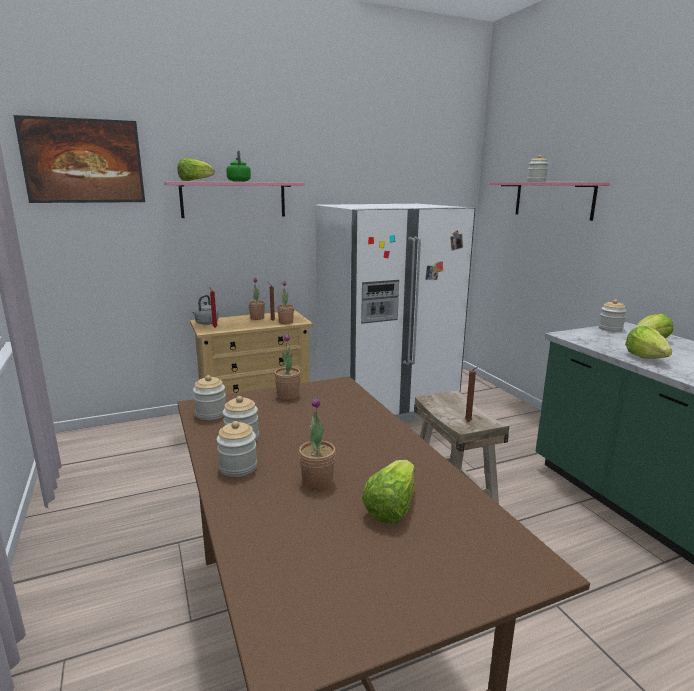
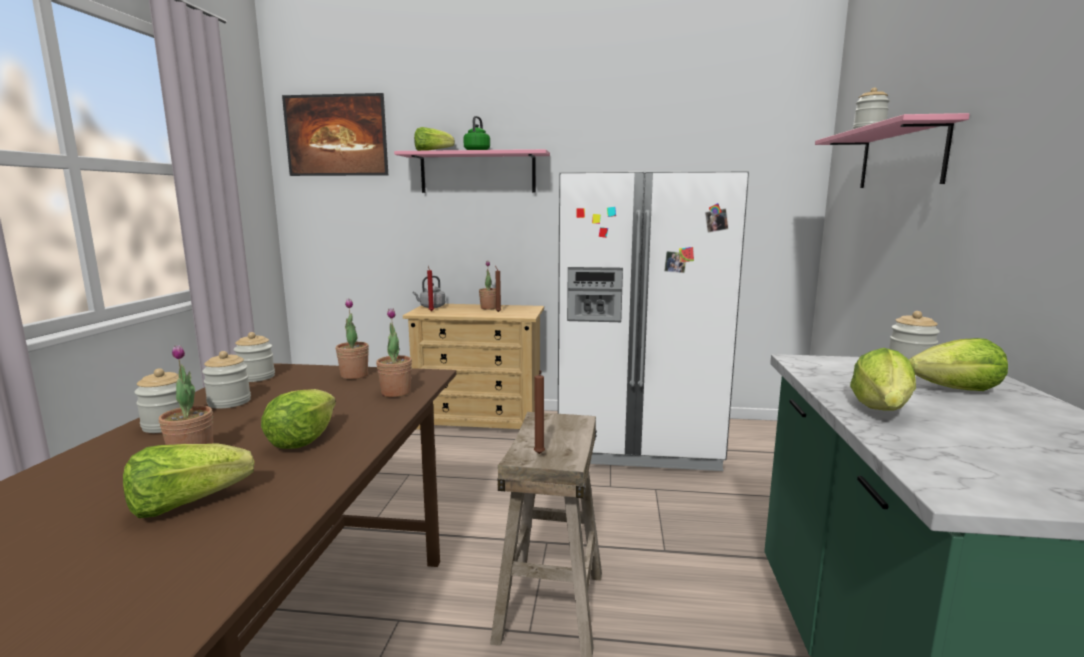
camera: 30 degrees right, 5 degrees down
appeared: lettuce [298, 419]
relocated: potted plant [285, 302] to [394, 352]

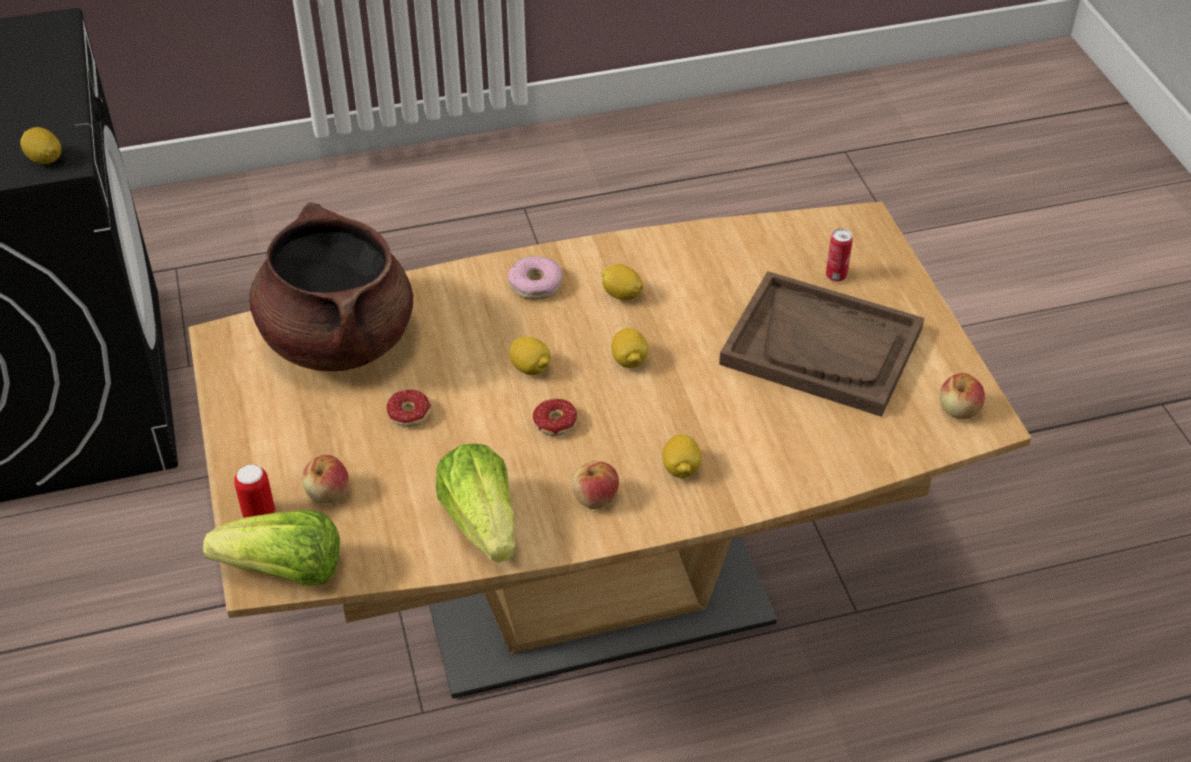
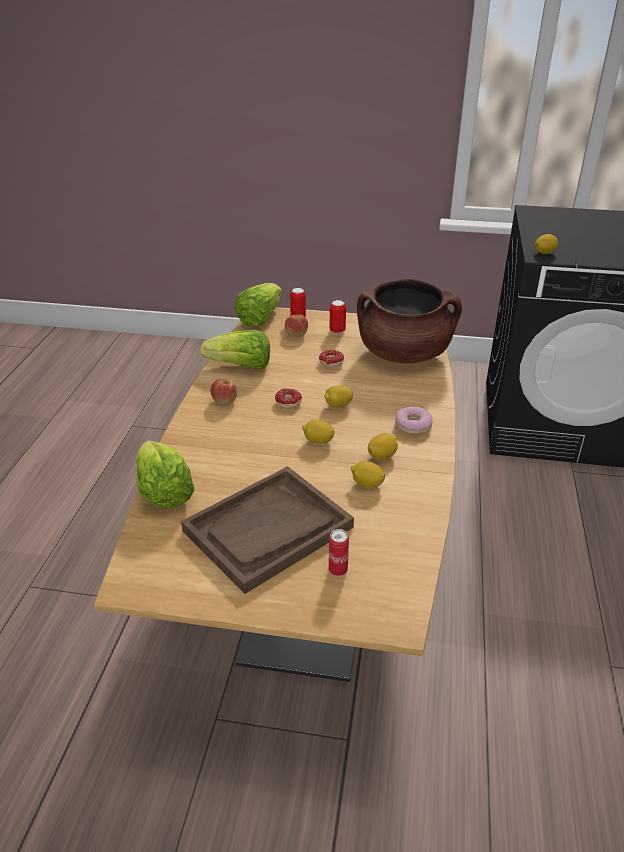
camera: 115 degrees right, 10 degrees down
missing: apple [962, 396]
appeared: lettuce [165, 474]; can [338, 317]
relocated: lemon [681, 456] to [368, 474]

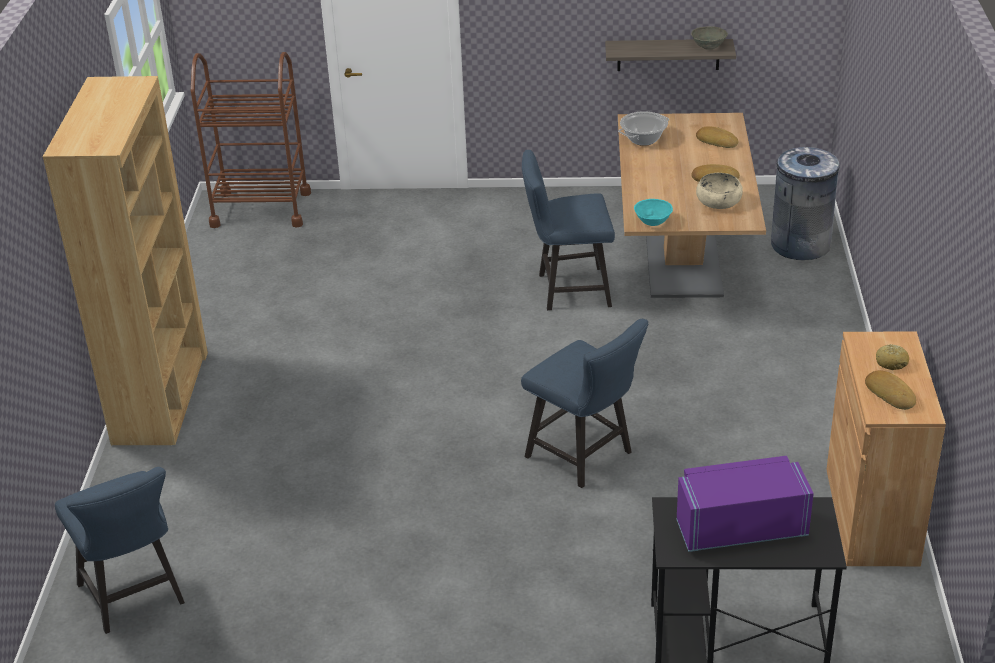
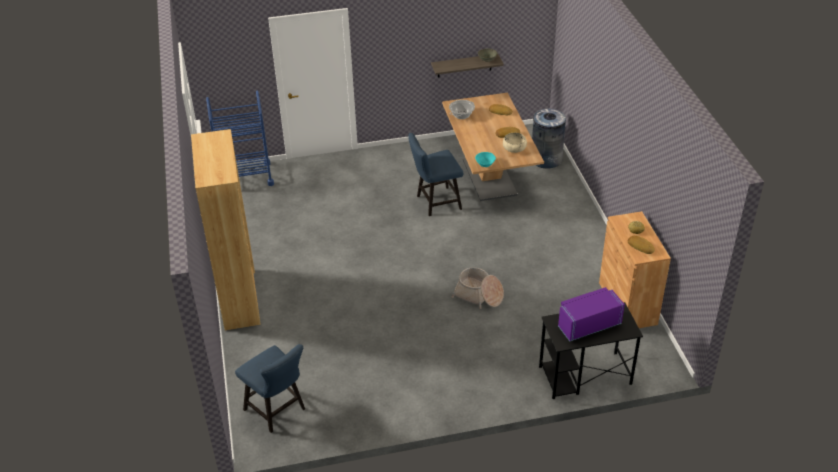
camera: 15 degrees left, 5 degrees up
exchanged: blue chair [584, 403] to basket [478, 288]
colour: brown cart [251, 140] to blue cart [240, 138]

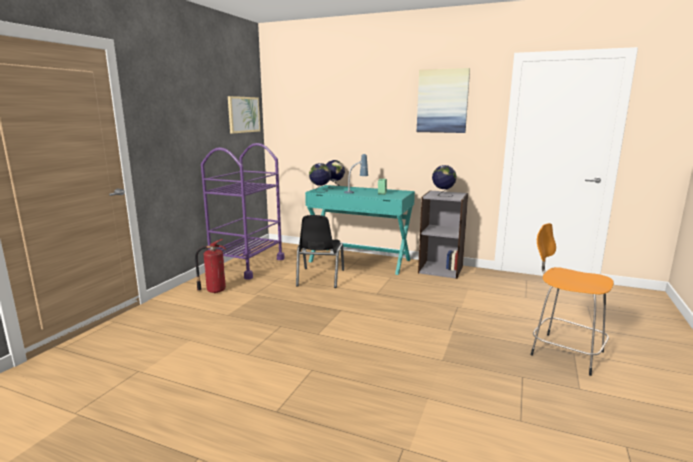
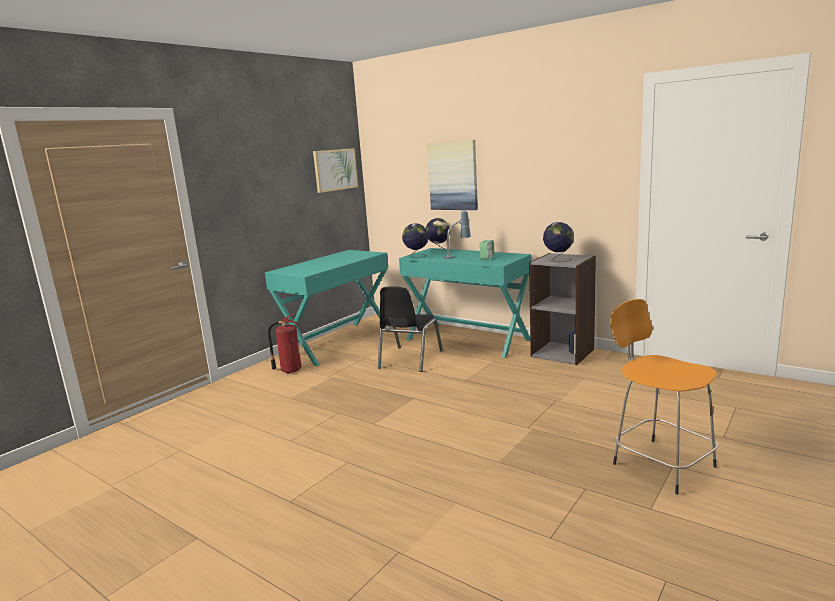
camera: 15 degrees right, 0 degrees up
relocated: picture [443, 100] to [452, 175]
exchanged: purple cart [243, 211] to turquoise desk [328, 308]

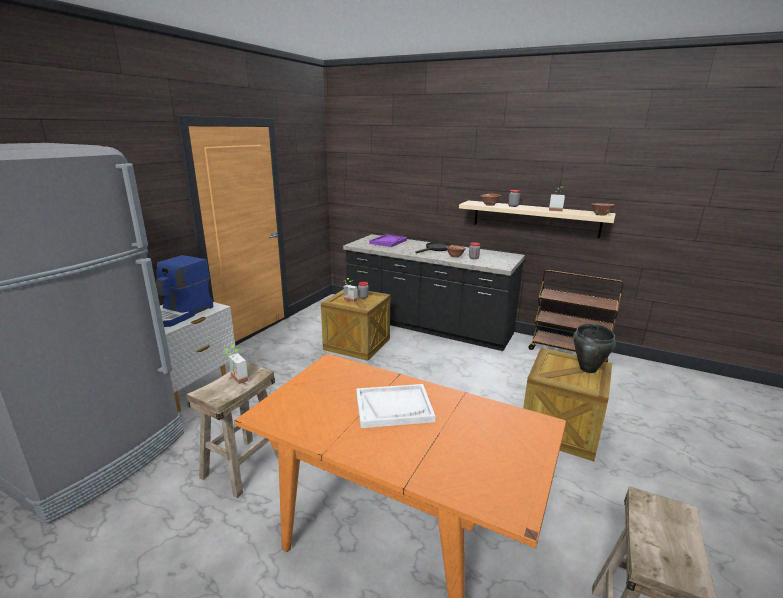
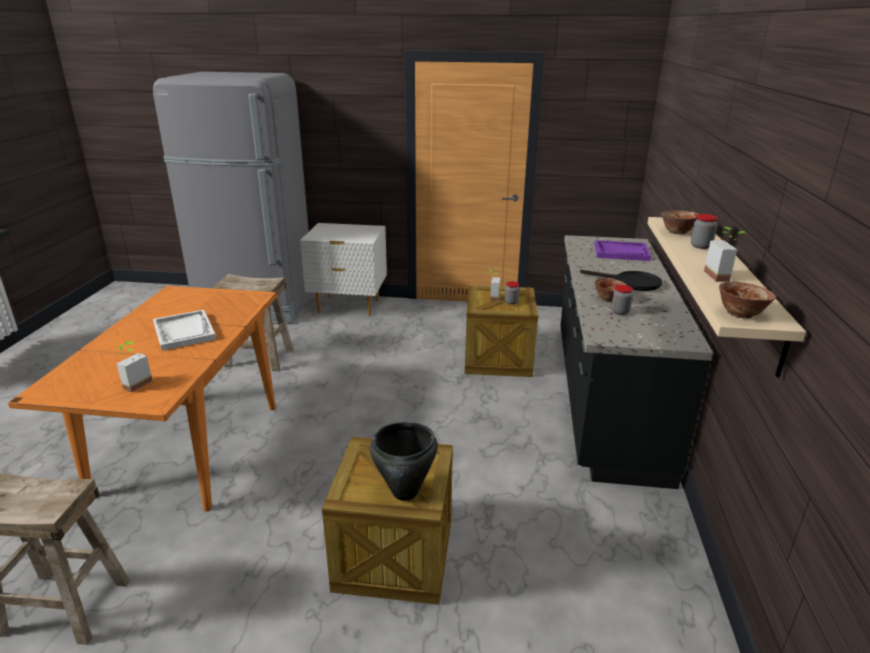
camera: 70 degrees right, 5 degrees up
missing: coffee machine [185, 291]; brown cart [575, 316]
relocated: potted plant [236, 364] to [134, 366]

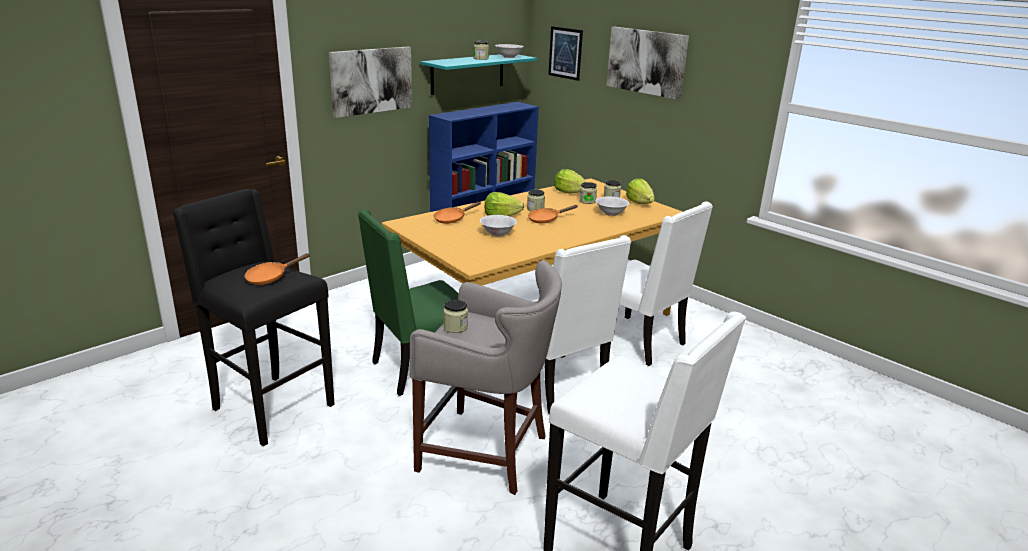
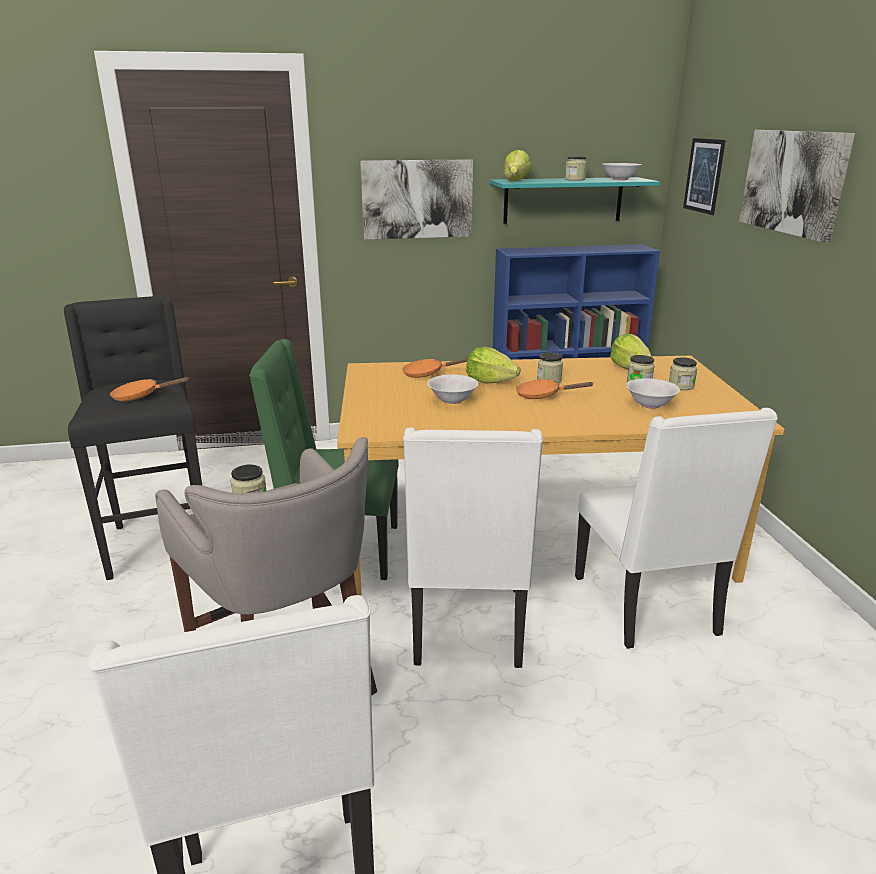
camera: 35 degrees right, 0 degrees up
relocated: lettuce [640, 191] to [517, 165]

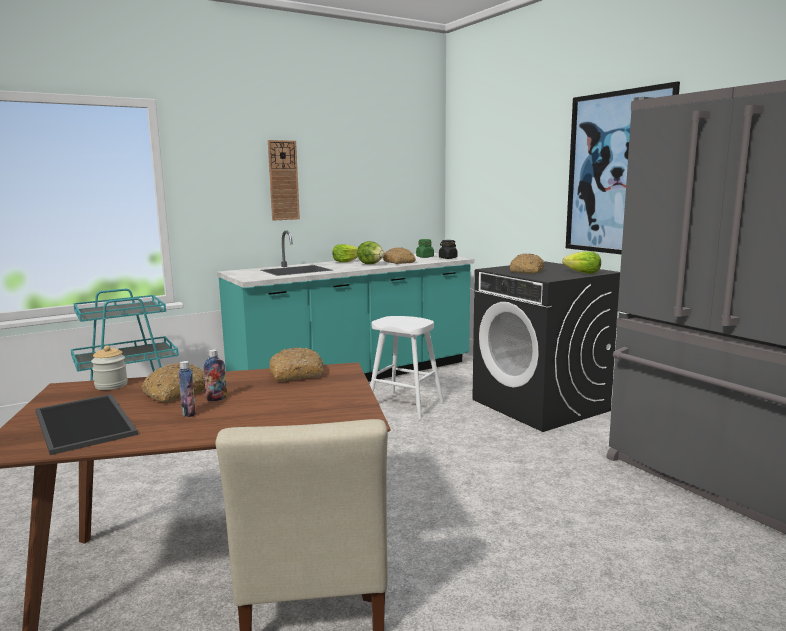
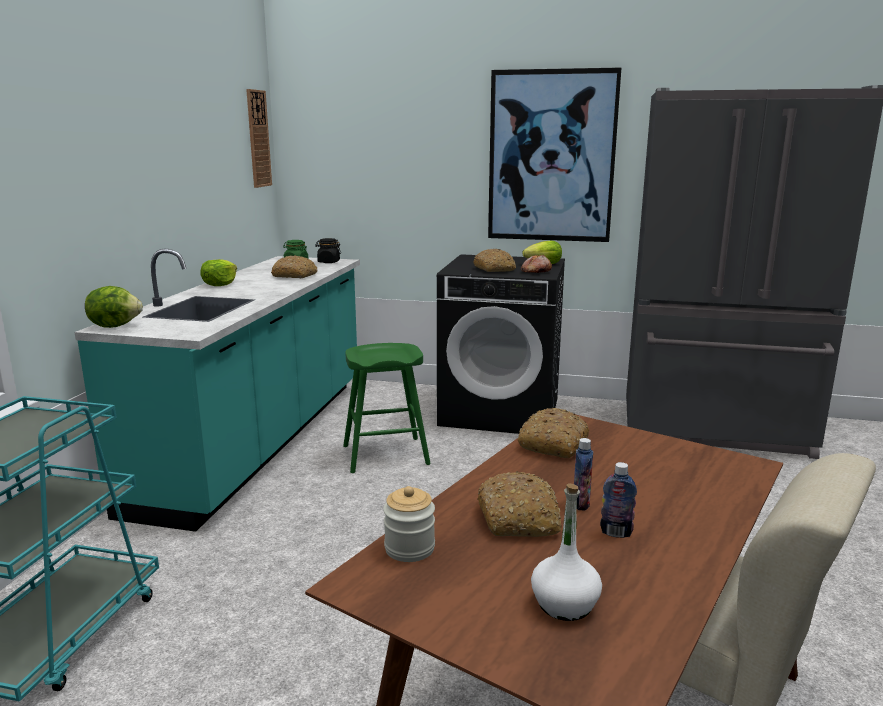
camera: 45 degrees left, 5 degrees up
appeared: bread [536, 264]
relocated: lettuce [370, 252] to [114, 307]; wall clock [284, 180] to [259, 138]
exchanged: tray [86, 424] to white bottle [566, 552]
colour: white stool [407, 367] to green stool [387, 408]

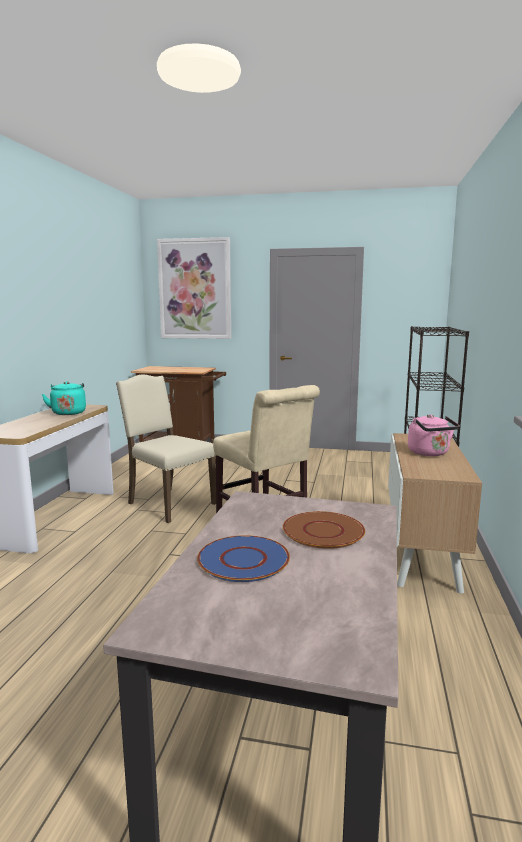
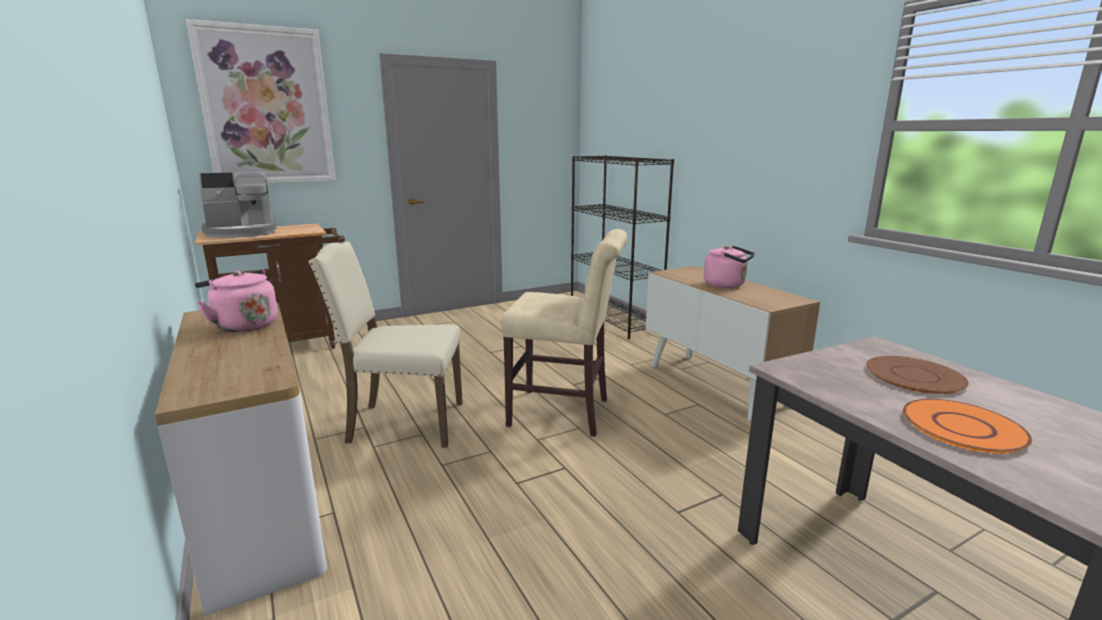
camera: 40 degrees left, 5 degrees up
appeared: coffee machine [237, 205]
colour: turquoise kettle [64, 398] to pink kettle [236, 300]; blue plate [243, 558] to orange plate [967, 426]

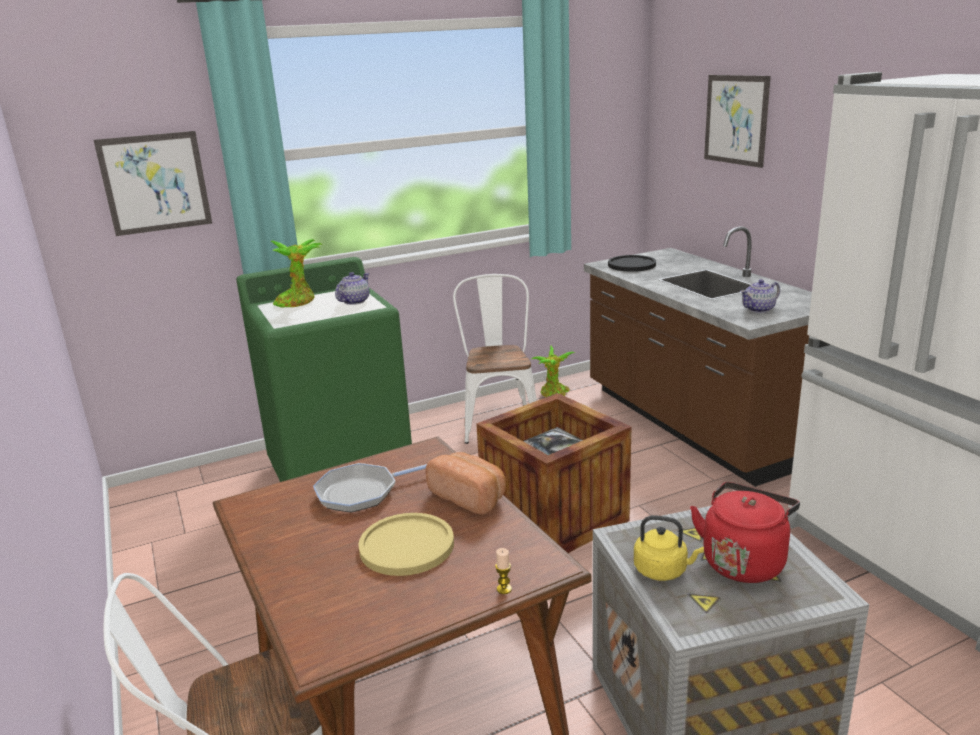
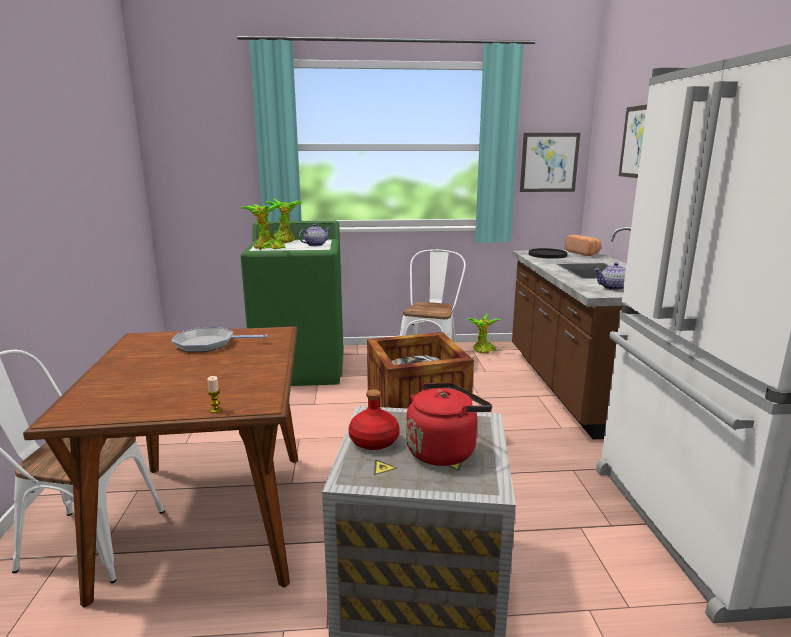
camera: 20 degrees right, 5 degrees down
missing: yellow plate [406, 544]
appeared: potted plant [263, 226]
relocated: picture [153, 183] to [550, 162]; bread [465, 483] to [583, 245]
exchanged: yellow kettle [669, 548] to red bottle [374, 419]

